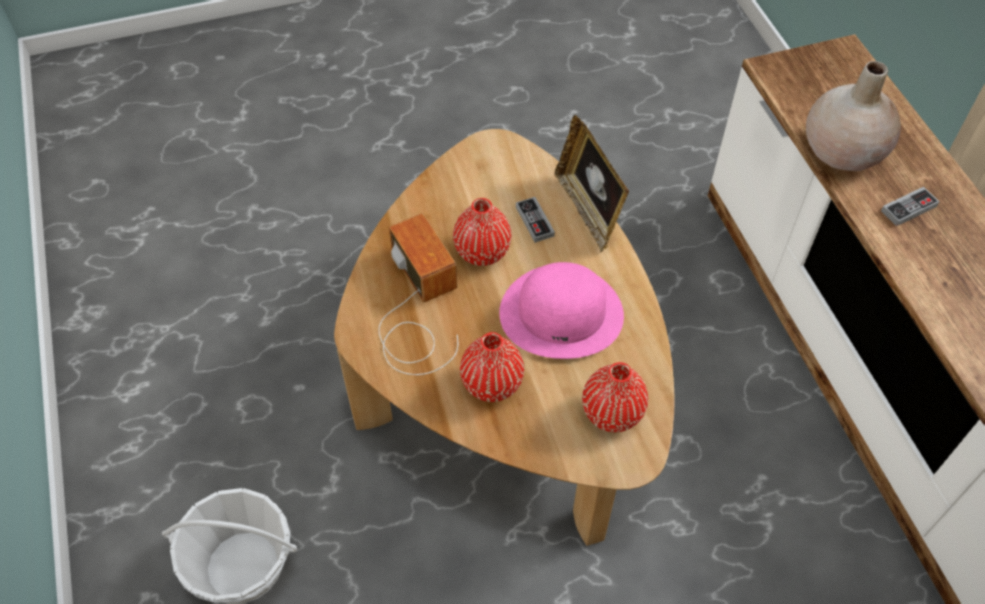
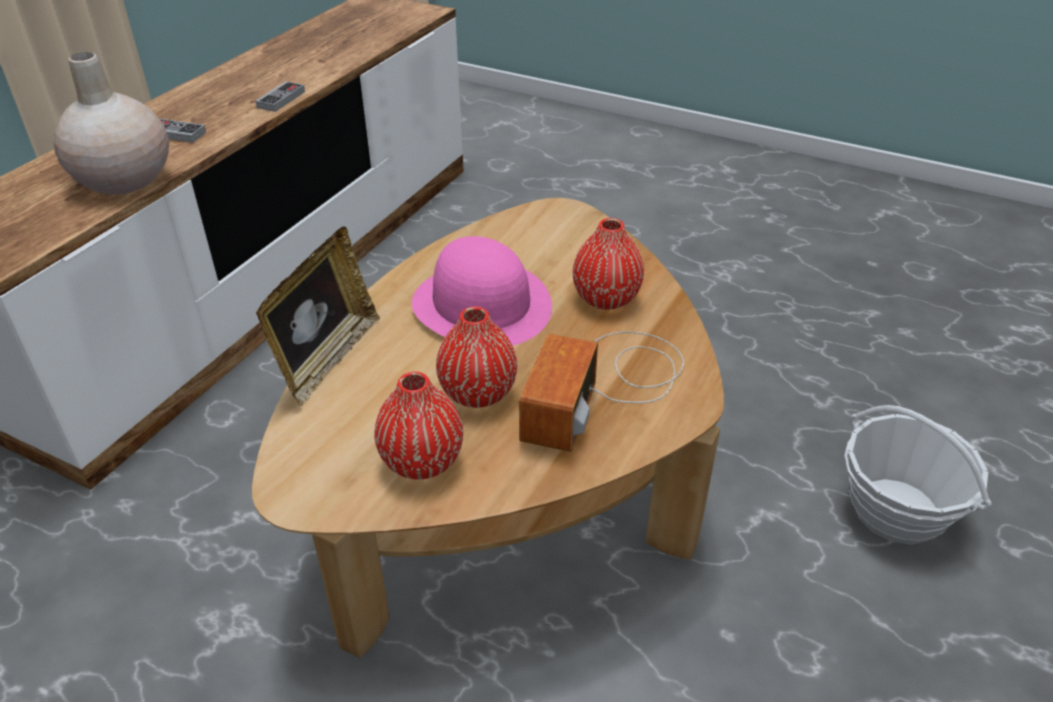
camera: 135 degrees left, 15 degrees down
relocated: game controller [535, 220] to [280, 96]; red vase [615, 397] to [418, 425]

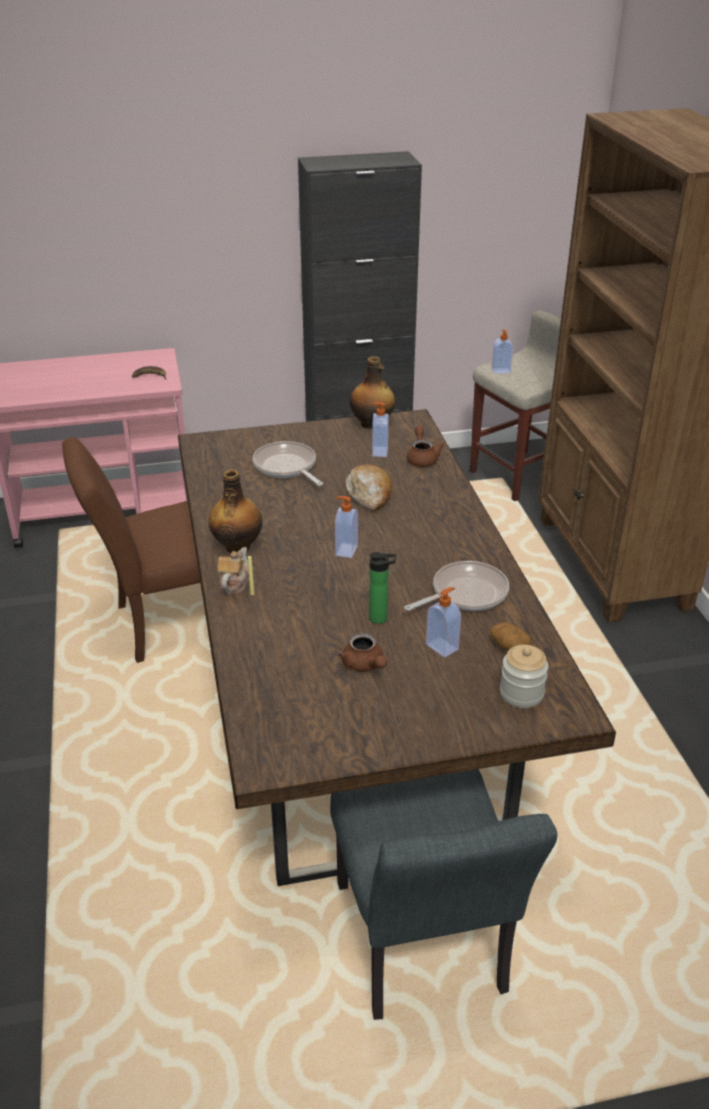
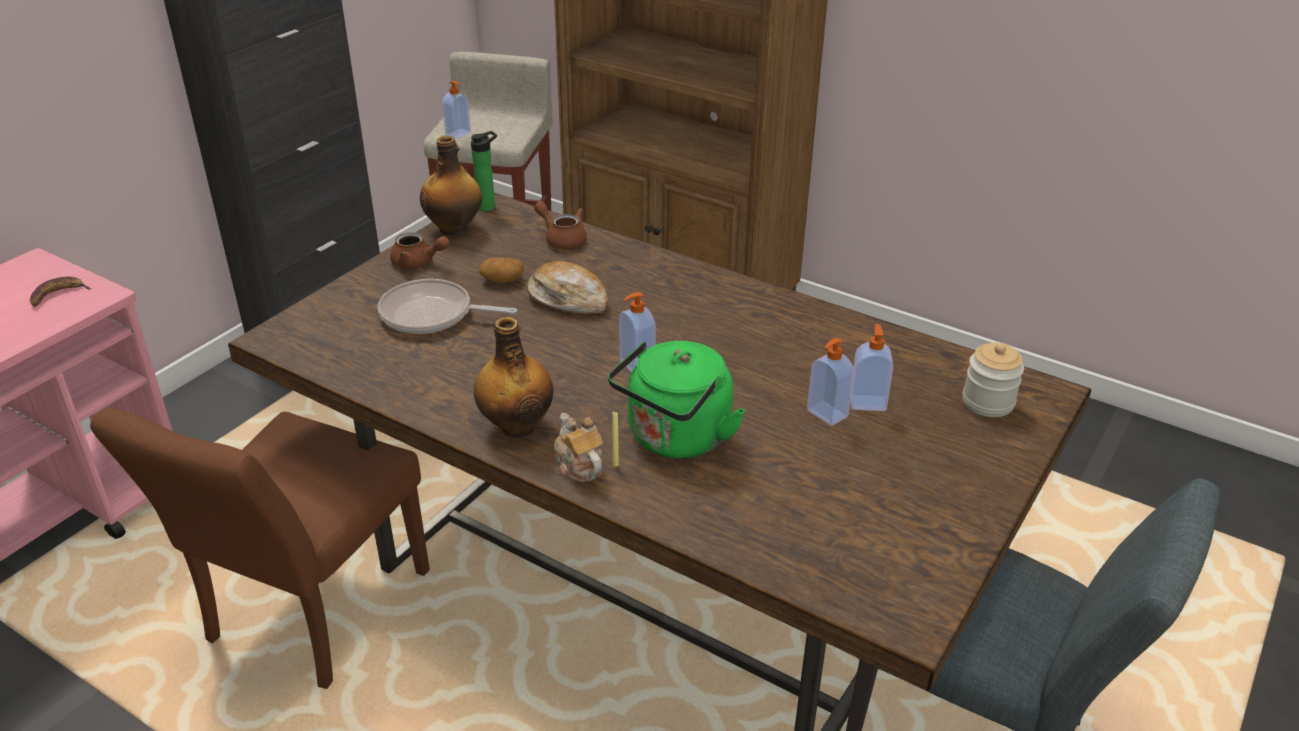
camera: 45 degrees left, 0 degrees up
missing: frying pan [456, 586]
appeared: green kettle [676, 399]
relocated: brown teapot [363, 652] to [420, 250]; bottle [382, 588] to [484, 171]; potato [510, 636] to [501, 270]; soap dispenser [380, 429] to [830, 382]

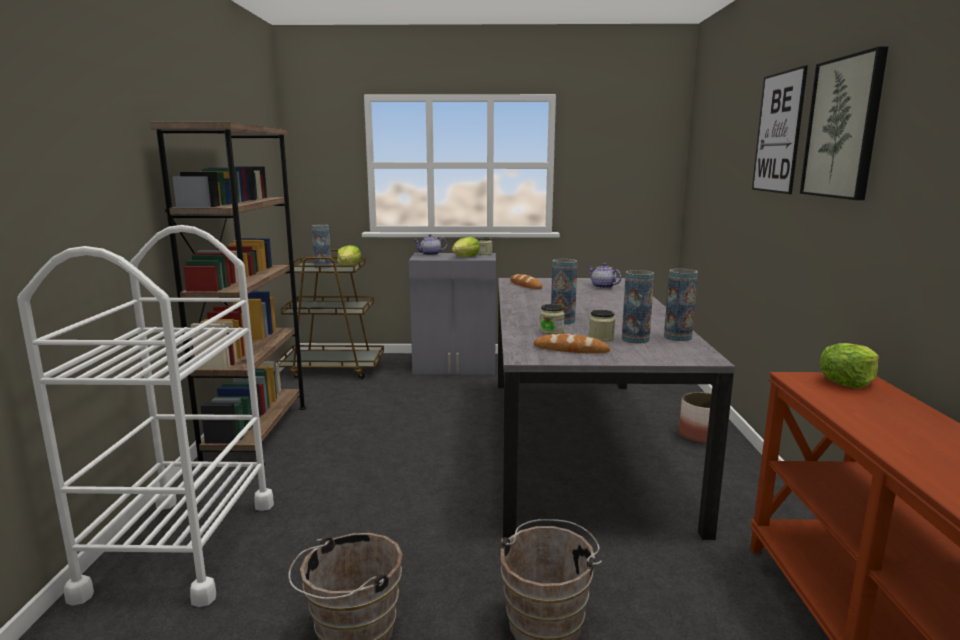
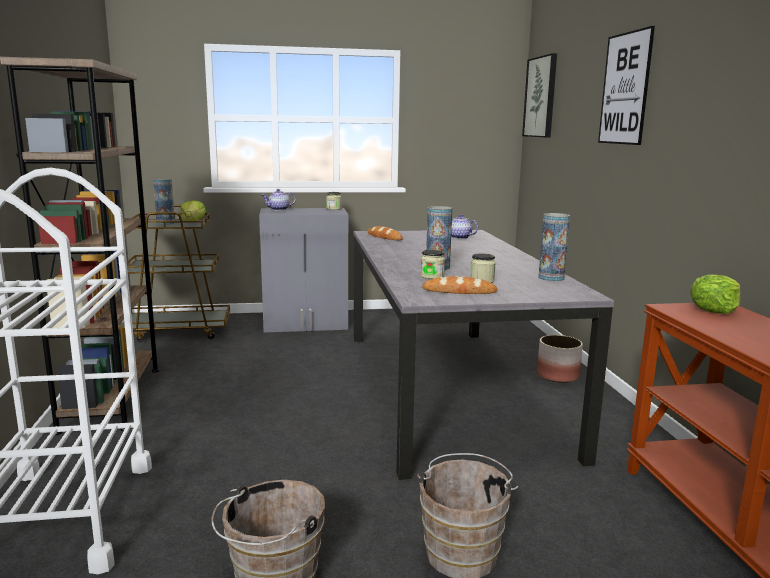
camera: 10 degrees left, 0 degrees up
missing: lettuce [466, 247]; vase [638, 306]
relocated: picture [844, 123] to [539, 95]

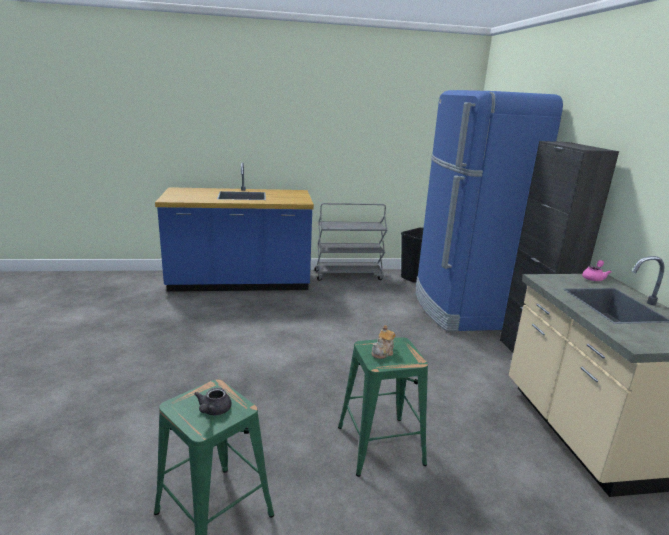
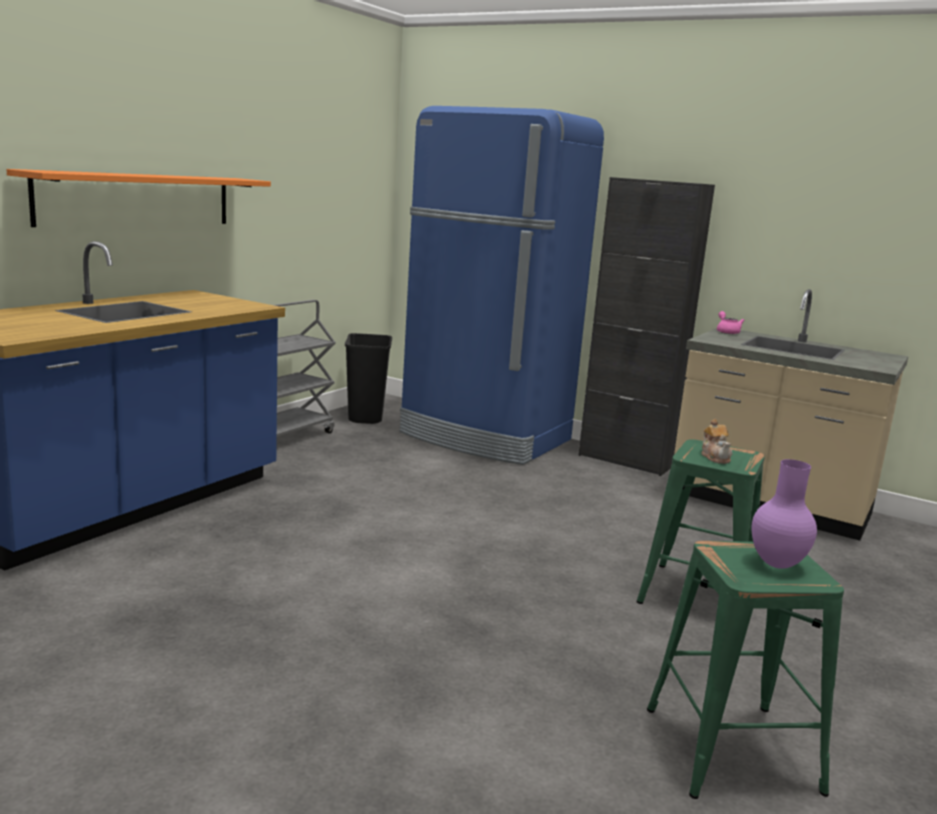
camera: 50 degrees left, 5 degrees down
appeared: orange shelf [138, 198]
exchanged: grey teapot [213, 401] to purple vase [784, 514]

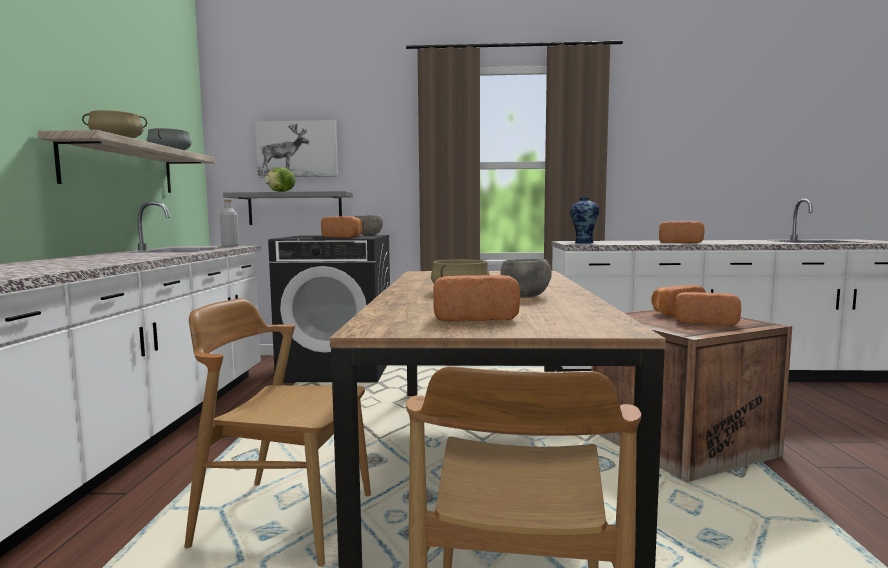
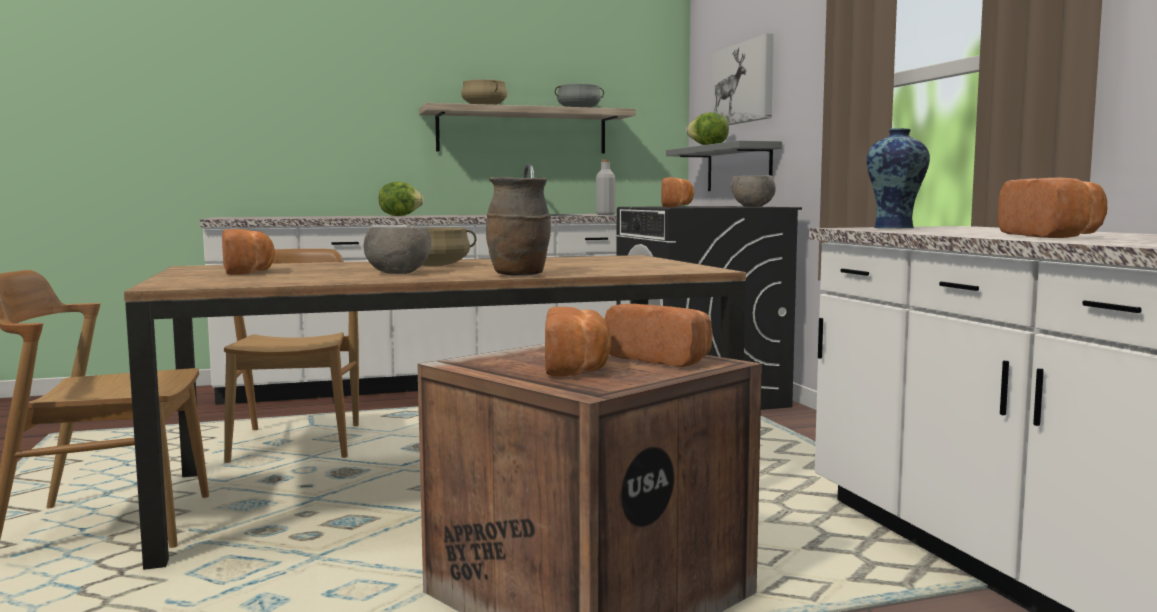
camera: 70 degrees right, 0 degrees up
appeared: lettuce [401, 199]; brown vase [518, 226]

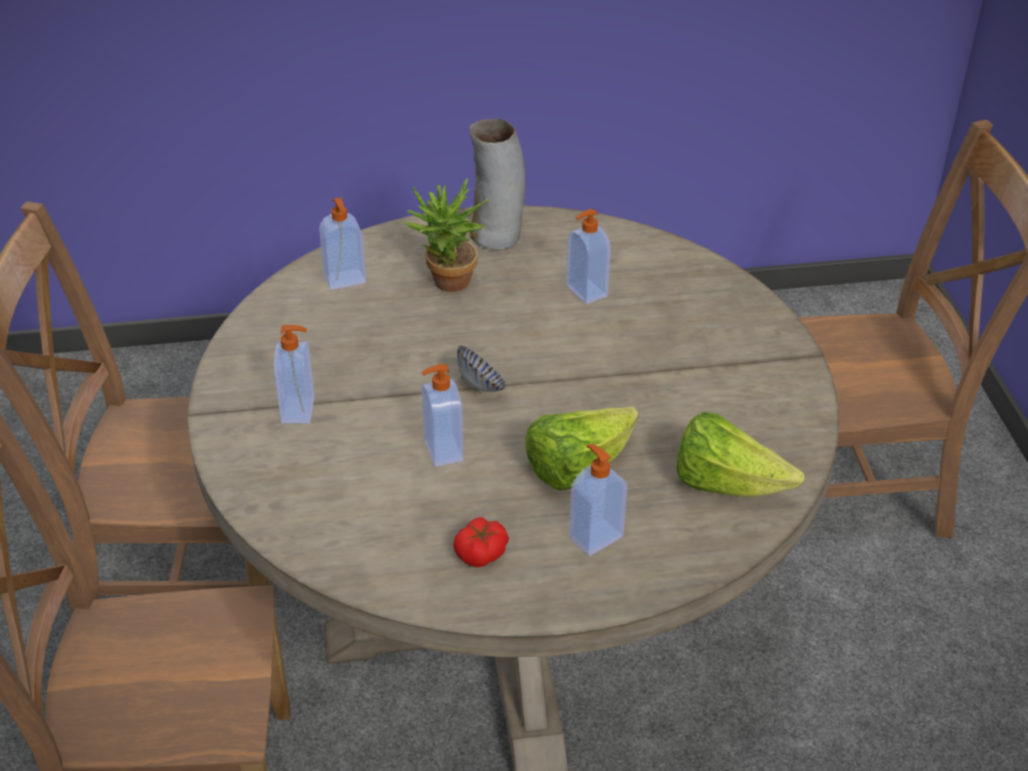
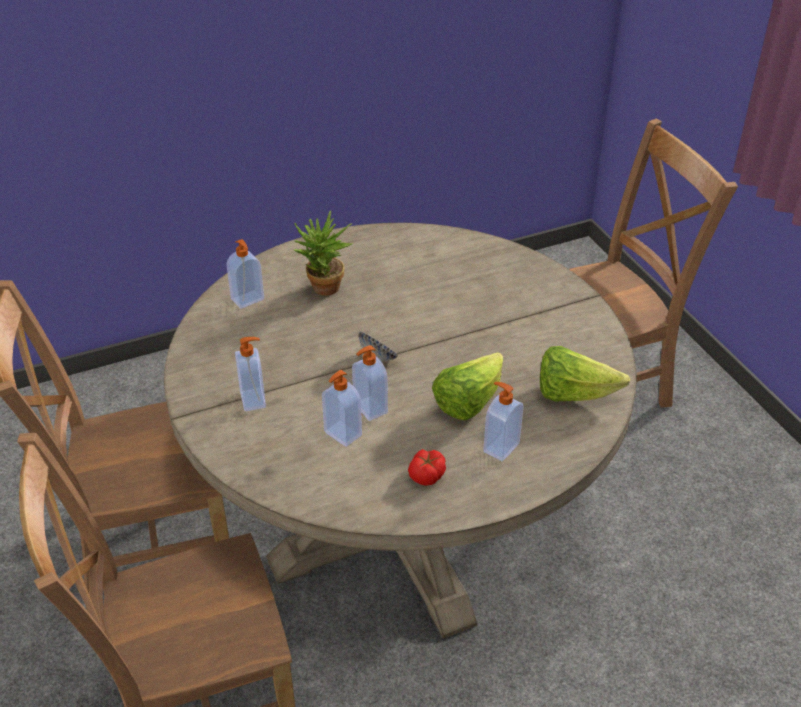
camera: 15 degrees left, 0 degrees up
missing: vase [497, 184]
relocated: soap dispenser [588, 256] to [342, 408]

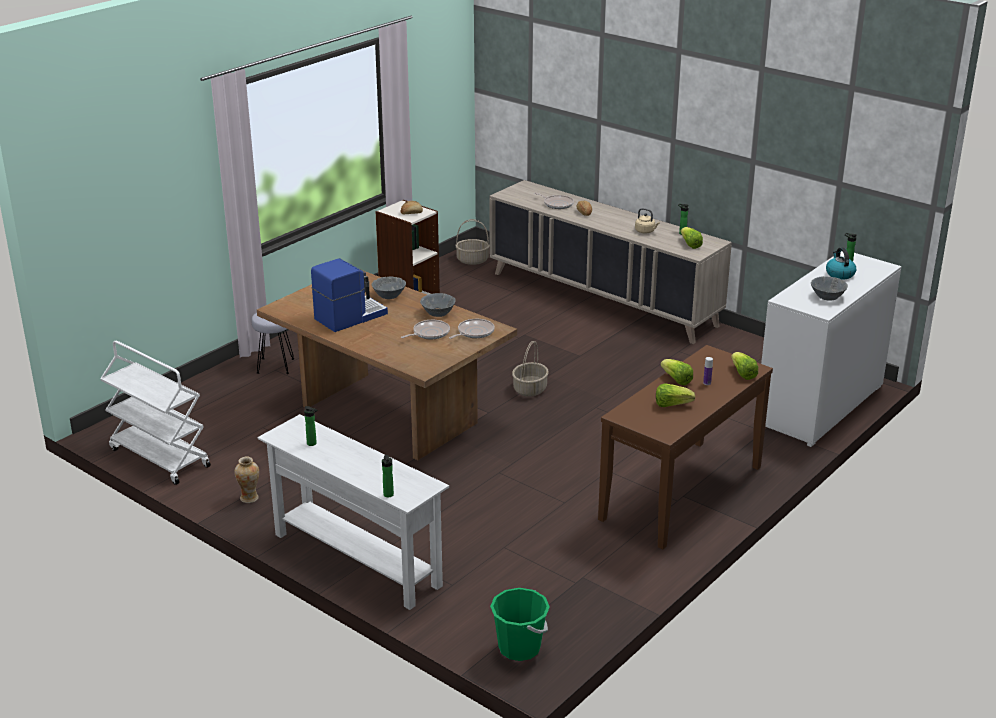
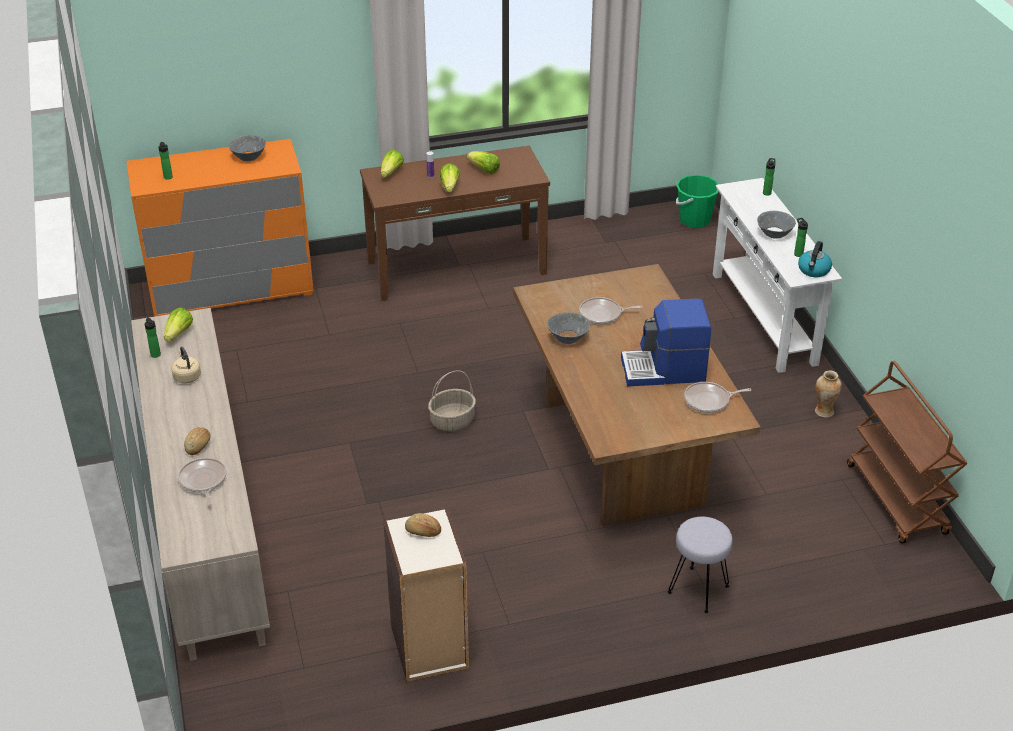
camera: 145 degrees left, 10 degrees up
missing: basket [472, 242]
relocated: frying pan [472, 329] to [717, 397]; grey bowl [389, 288] to [776, 225]; kettle [841, 263] to [815, 259]
colour: white dresser [831, 349] to orange dresser [220, 228]; white cart [155, 412] to brown cart [907, 452]

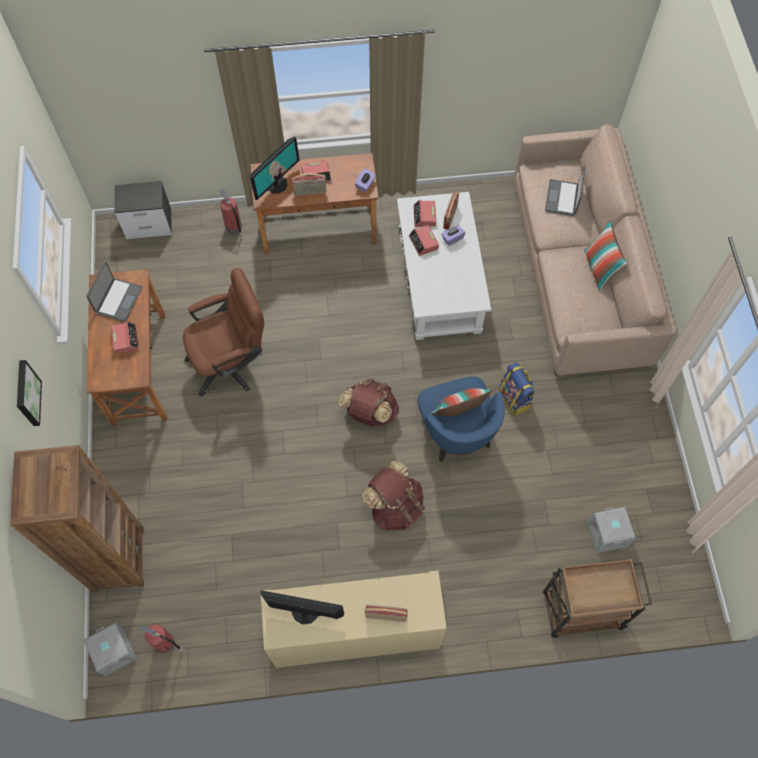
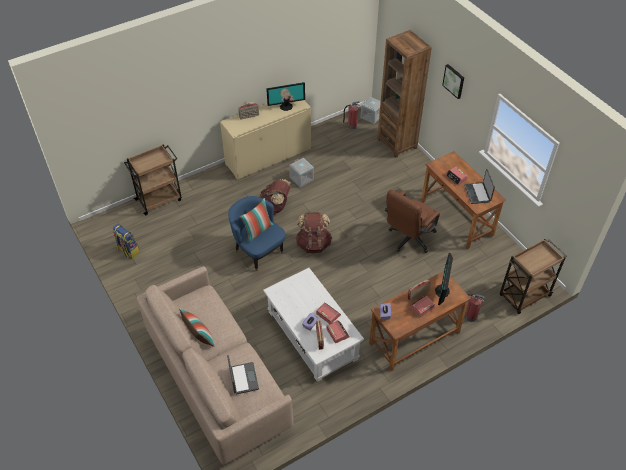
camera: 155 degrees right, 15 degrees down
relocated: backpack [516, 389] to [126, 241]; grey storage box [612, 530] to [301, 172]
exchanged: nightstand [143, 210] to brown cart [533, 276]

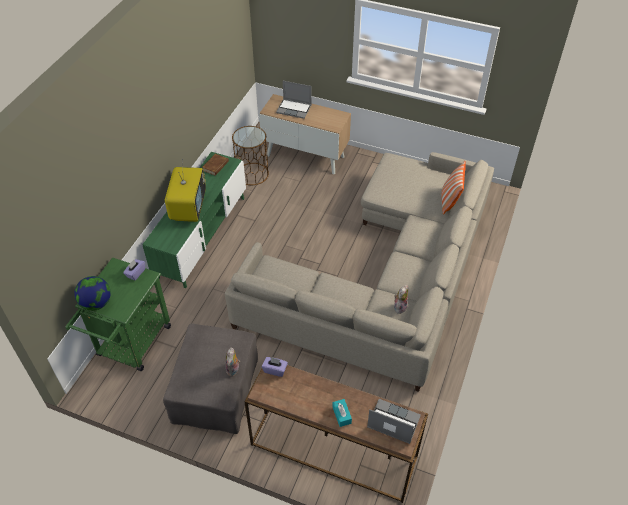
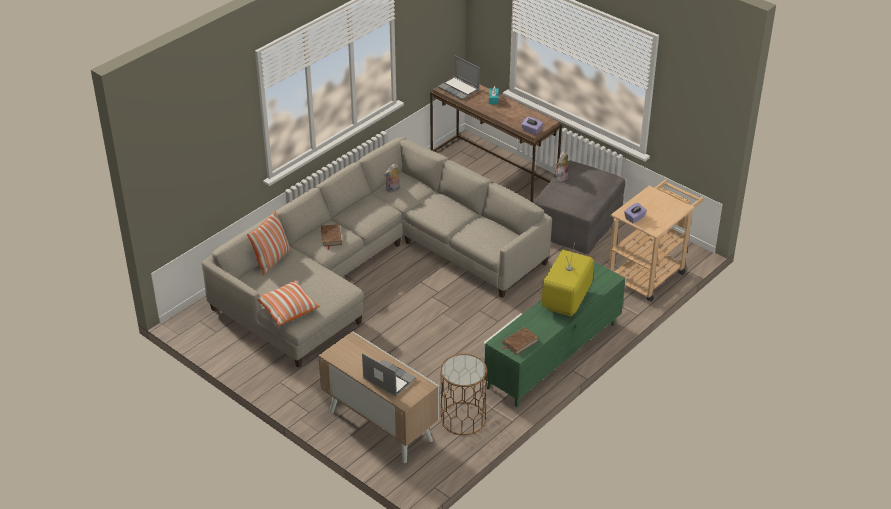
camera: 160 degrees left, 10 degrees down
missing: globe [92, 293]
appeared: pillow [288, 303]; brown book [331, 236]
colour: green cart [118, 314] to beige cart [656, 240]

